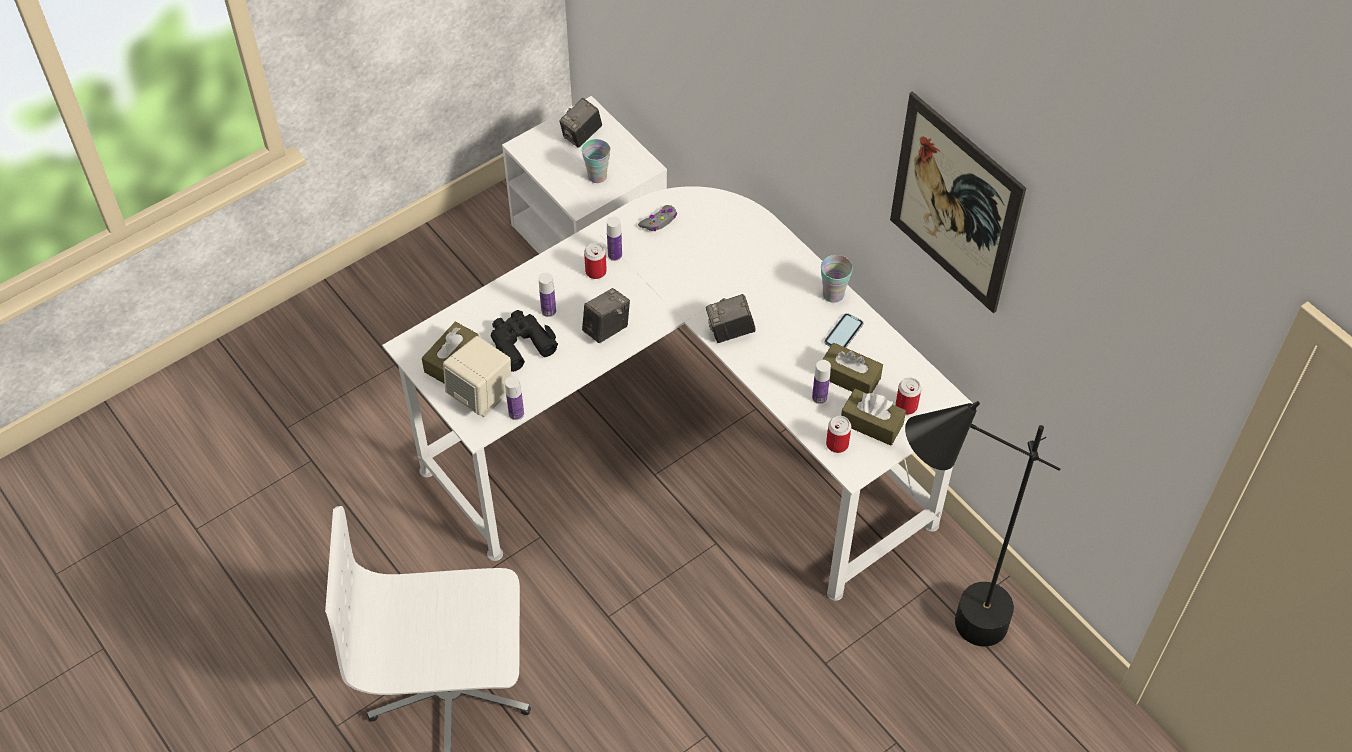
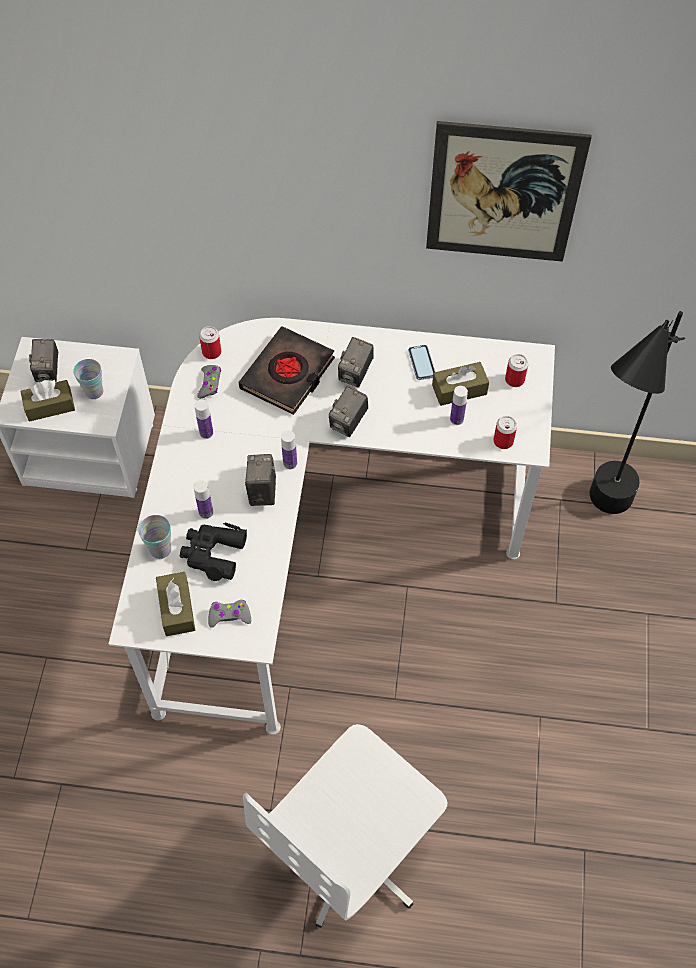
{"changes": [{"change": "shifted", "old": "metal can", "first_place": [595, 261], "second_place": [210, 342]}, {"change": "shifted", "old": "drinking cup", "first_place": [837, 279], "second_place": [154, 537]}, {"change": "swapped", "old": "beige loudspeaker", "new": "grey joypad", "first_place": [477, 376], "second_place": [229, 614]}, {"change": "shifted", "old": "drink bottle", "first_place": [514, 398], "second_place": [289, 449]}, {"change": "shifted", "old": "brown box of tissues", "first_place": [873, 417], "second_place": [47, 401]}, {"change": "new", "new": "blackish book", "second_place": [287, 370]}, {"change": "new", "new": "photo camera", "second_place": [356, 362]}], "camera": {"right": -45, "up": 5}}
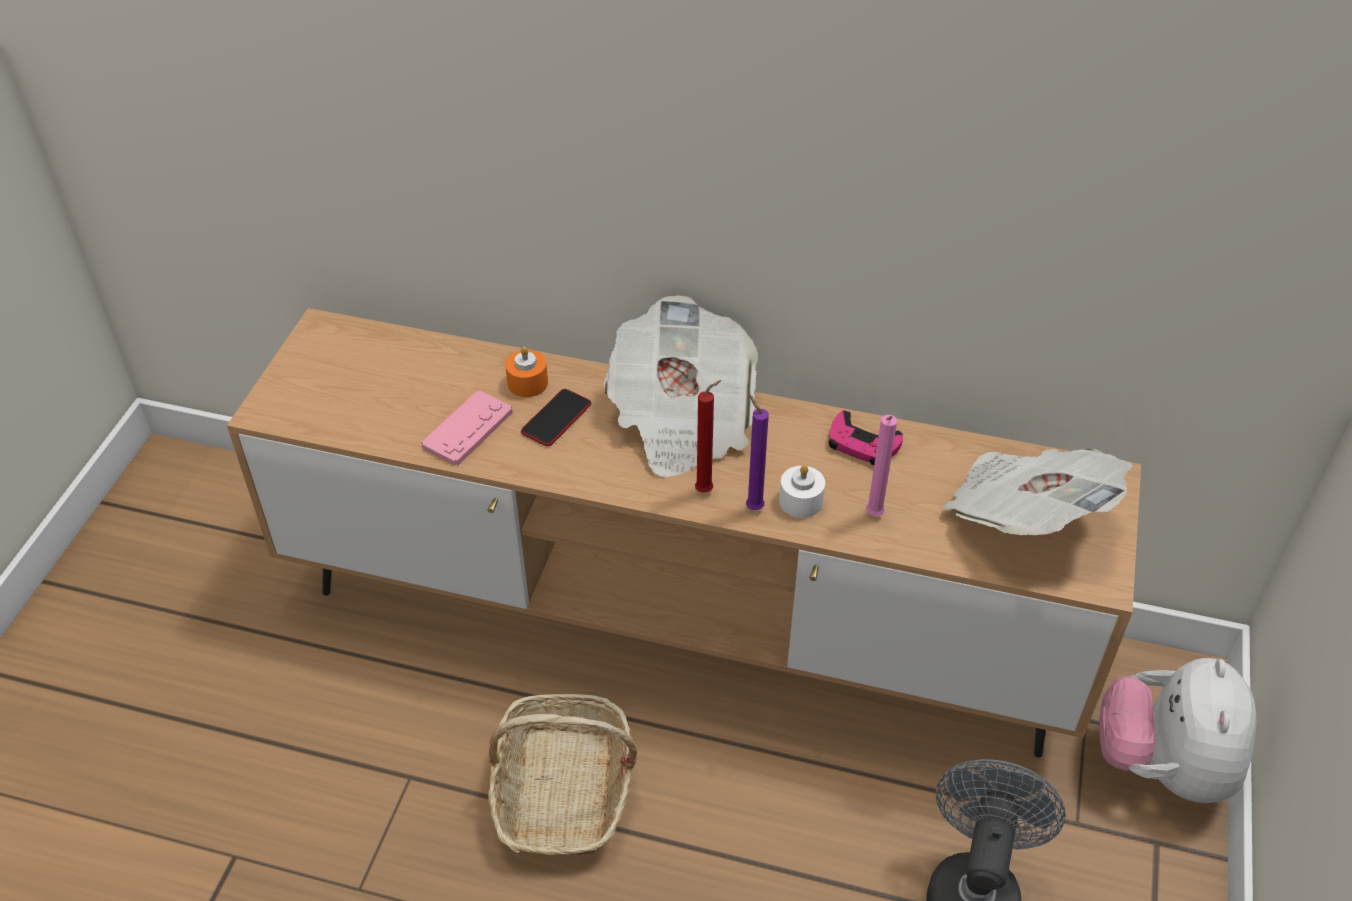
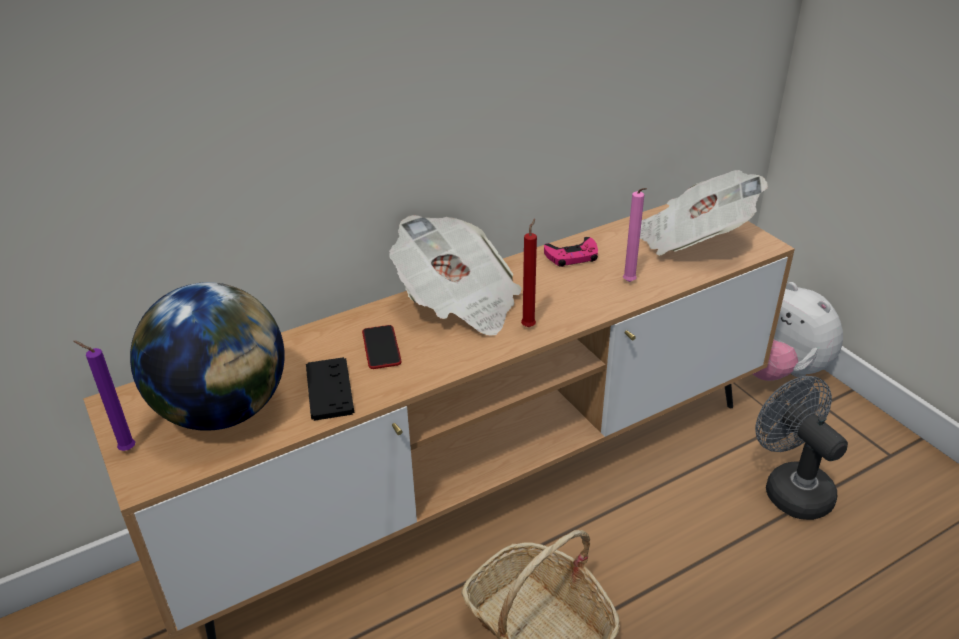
{"changes": [{"change": "gone", "old": "orange-coloured wax candle", "first_place": [526, 372]}, {"change": "repainted", "old": "pinkish joypad", "new": "blackish joypad", "first_place": [467, 428], "second_place": [330, 389]}, {"change": "shifted", "old": "purplish wax candle", "first_place": [757, 452], "second_place": [104, 396]}, {"change": "gone", "old": "white wax candle", "first_place": [802, 491]}, {"change": "new", "new": "desk globe", "second_place": [207, 356]}], "camera": {"right": -45, "up": -10}}
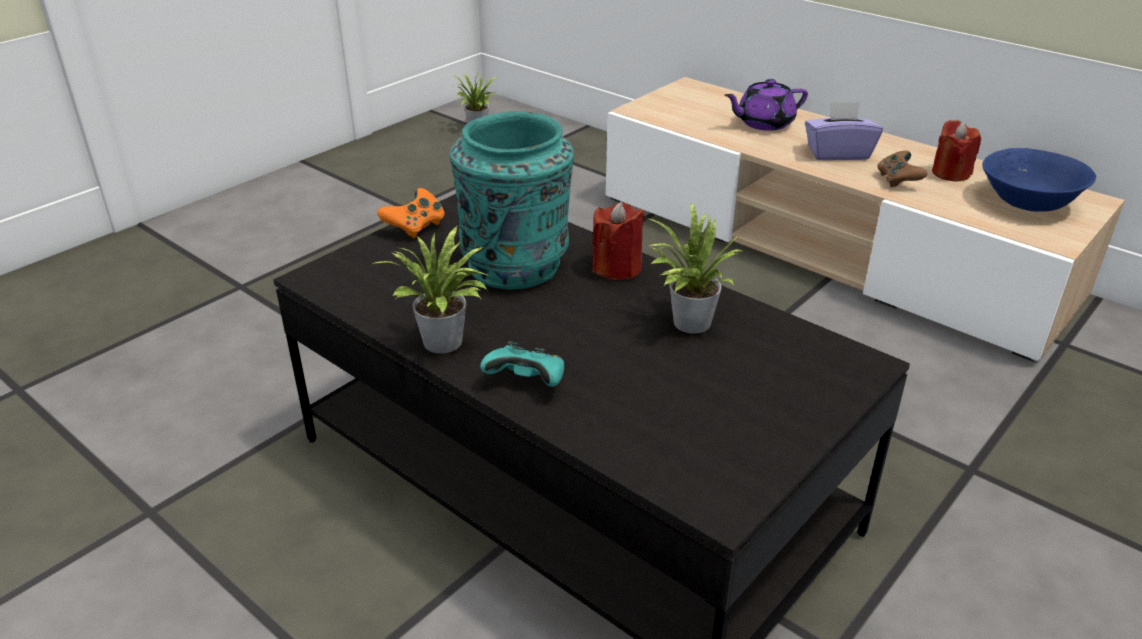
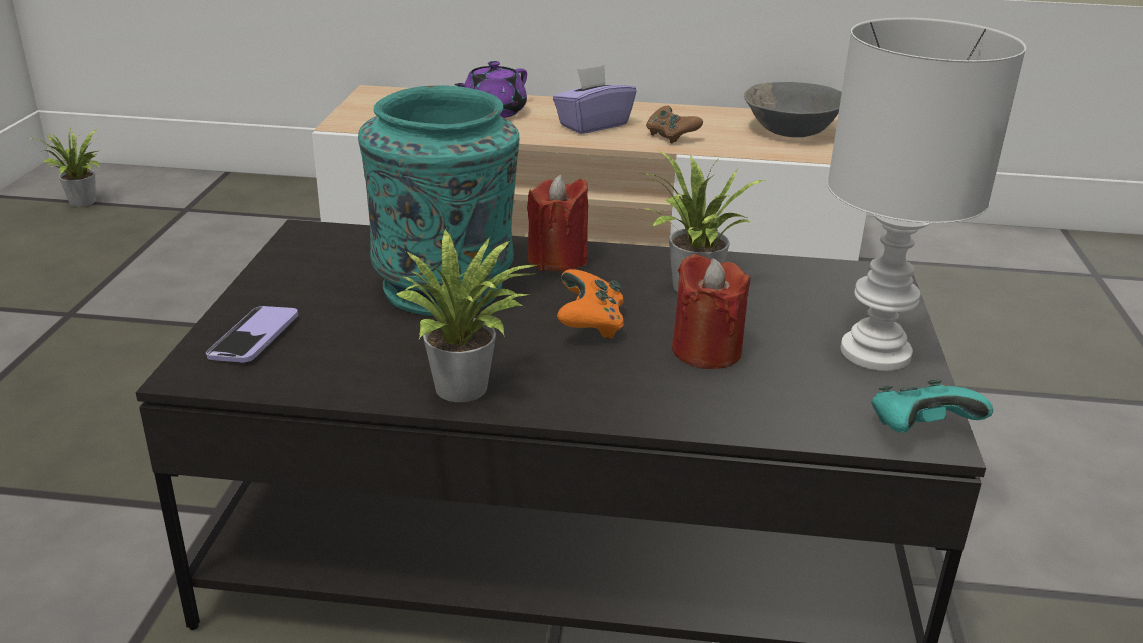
{"changes": [{"change": "shifted", "old": "red-coloured wax candle", "first_place": [956, 151], "second_place": [711, 311]}, {"change": "repainted", "old": "bluish deep dish", "new": "grey deep dish", "first_place": [1039, 179], "second_place": [793, 109]}, {"change": "shifted", "old": "orange-coloured joypad", "first_place": [411, 213], "second_place": [590, 304]}, {"change": "shifted", "old": "blue-green joypad", "first_place": [522, 364], "second_place": [932, 406]}, {"change": "new", "new": "white tabletop lamp", "second_place": [926, 194]}, {"change": "new", "new": "phone", "second_place": [252, 334]}], "camera": {"right": -35, "up": -5}}
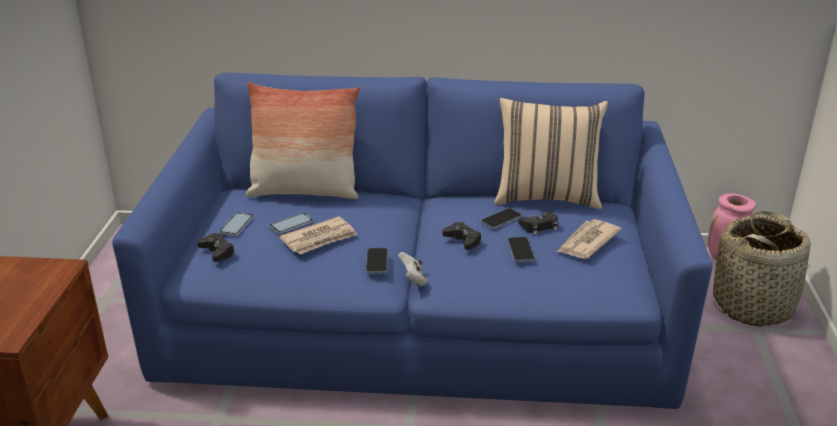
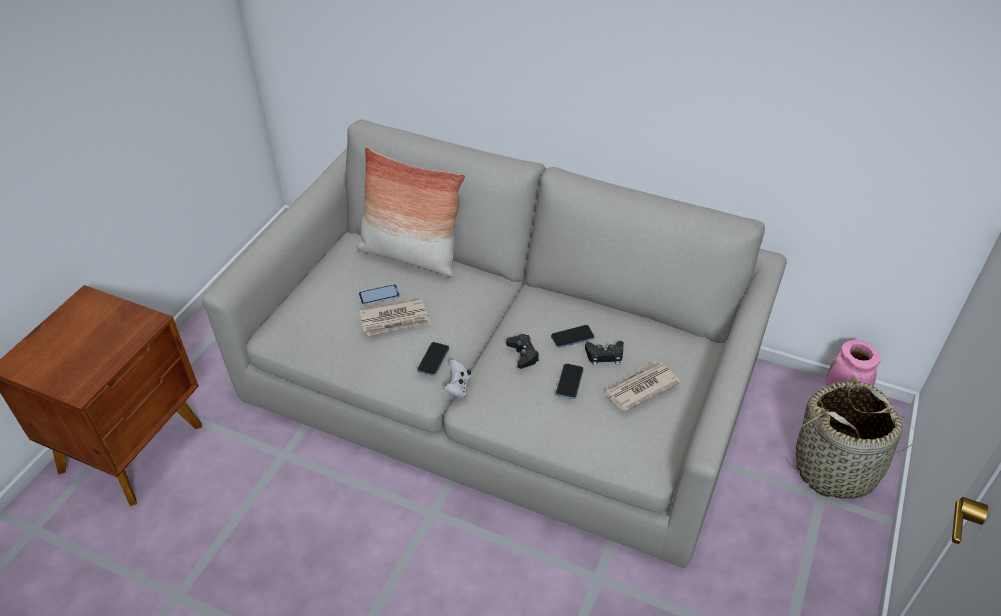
{"changes": [{"change": "repainted", "old": "bluish sofa", "new": "grey sofa", "first_place": [412, 241], "second_place": [494, 344]}, {"change": "gone", "old": "beige throw pillow", "first_place": [551, 153]}, {"change": "gone", "old": "phone", "first_place": [236, 224]}, {"change": "gone", "old": "blackish joypad", "first_place": [216, 247]}], "camera": {"right": 20, "up": 15}}
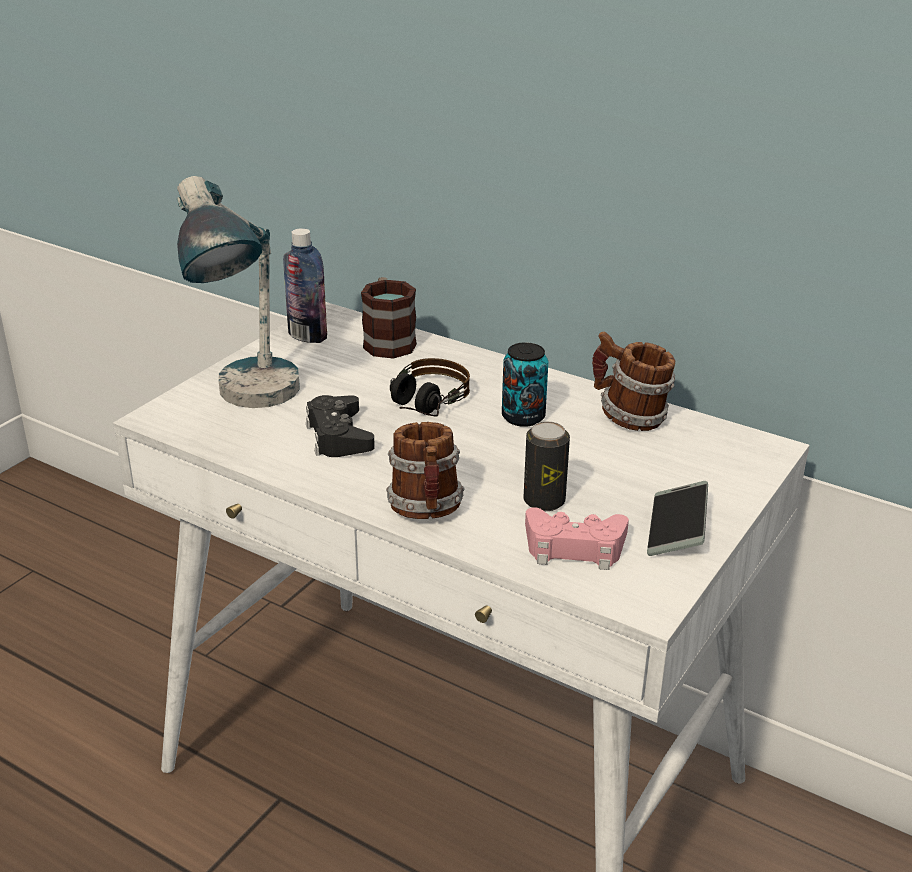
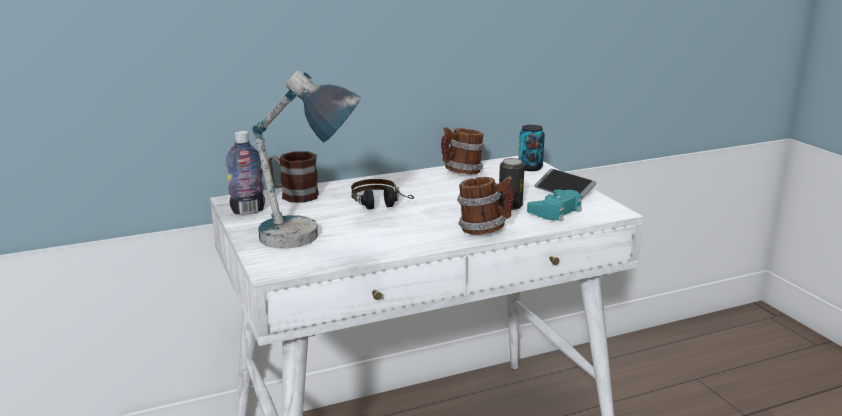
{"changes": [{"change": "shifted", "old": "metal can", "first_place": [525, 384], "second_place": [531, 148]}, {"change": "gone", "old": "blackish joypad", "first_place": [340, 426]}, {"change": "repainted", "old": "pinkish joypad", "new": "blue-green joypad", "first_place": [577, 538], "second_place": [554, 206]}], "camera": {"right": -55, "up": -10}}
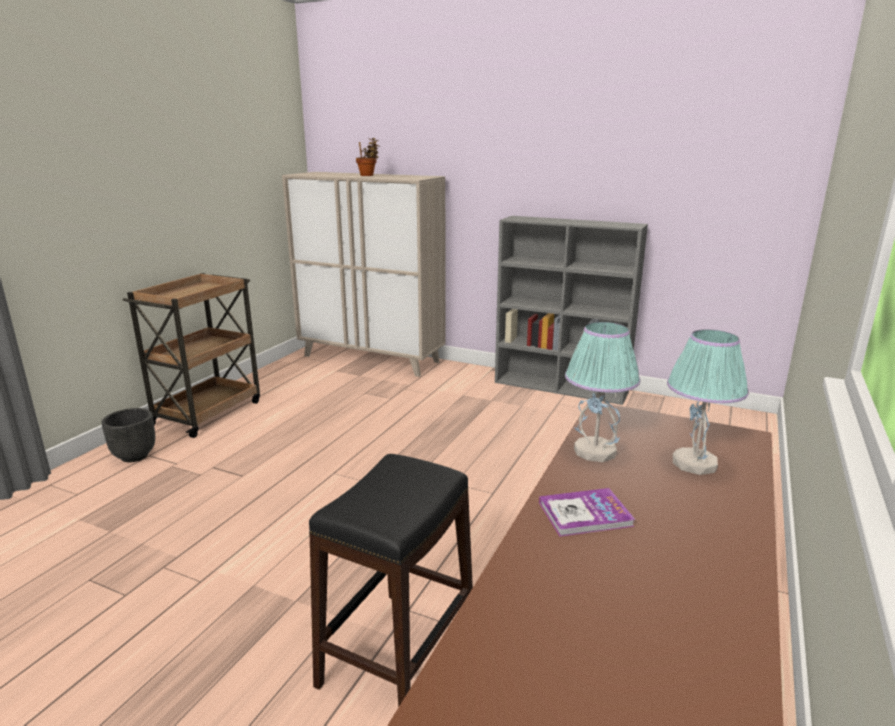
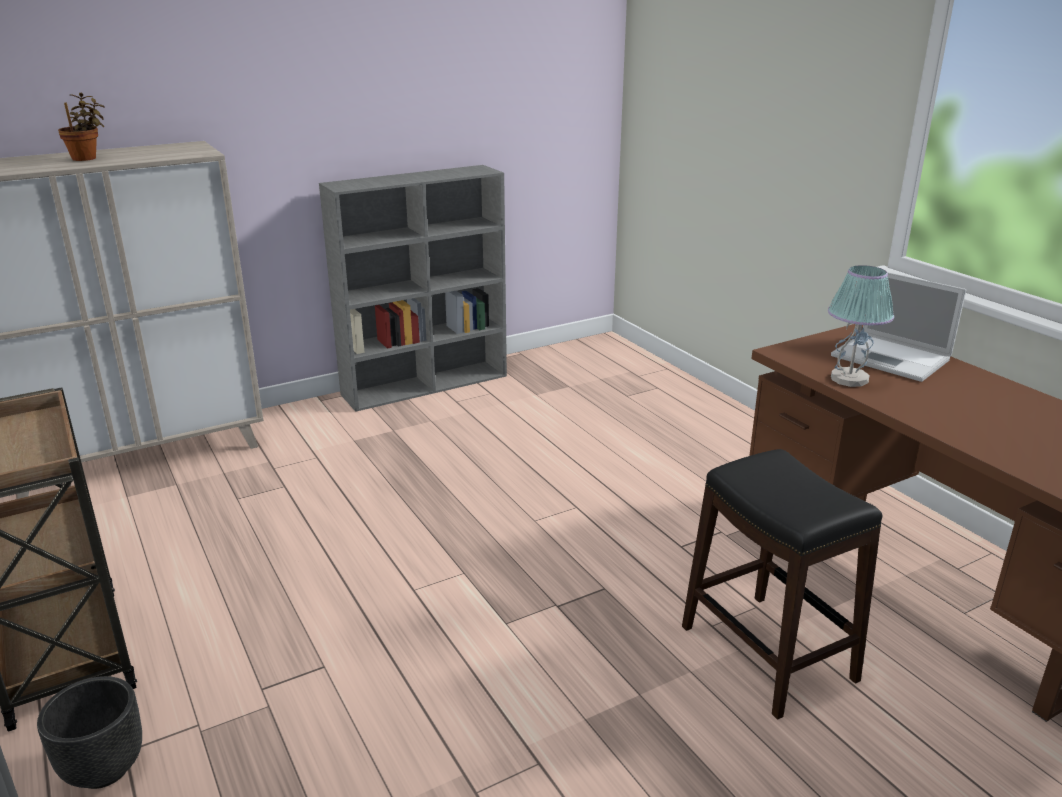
{"changes": [{"change": "swapped", "old": "tabletop lamp", "new": "notebook computer", "first_place": [708, 402], "second_place": [898, 327]}, {"change": "gone", "old": "book", "first_place": [587, 512]}], "camera": {"right": -55, "up": 5}}
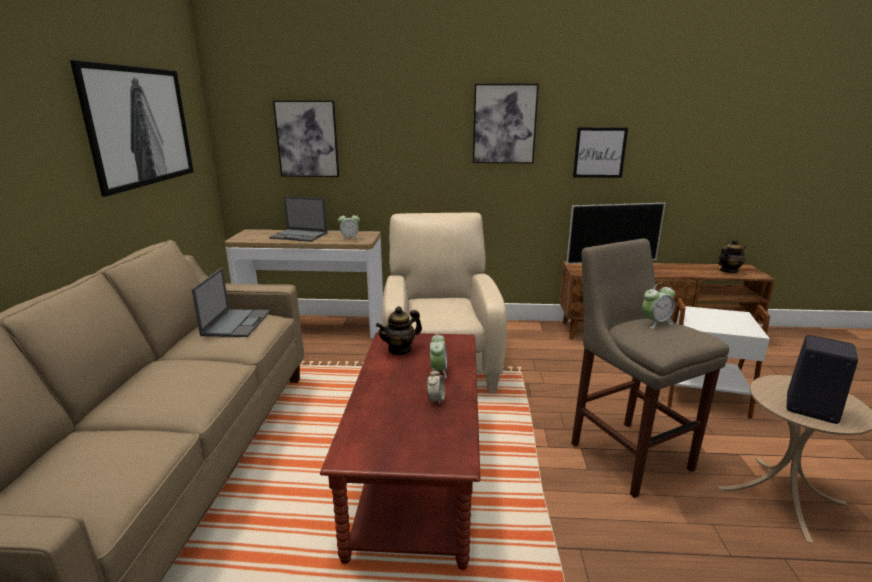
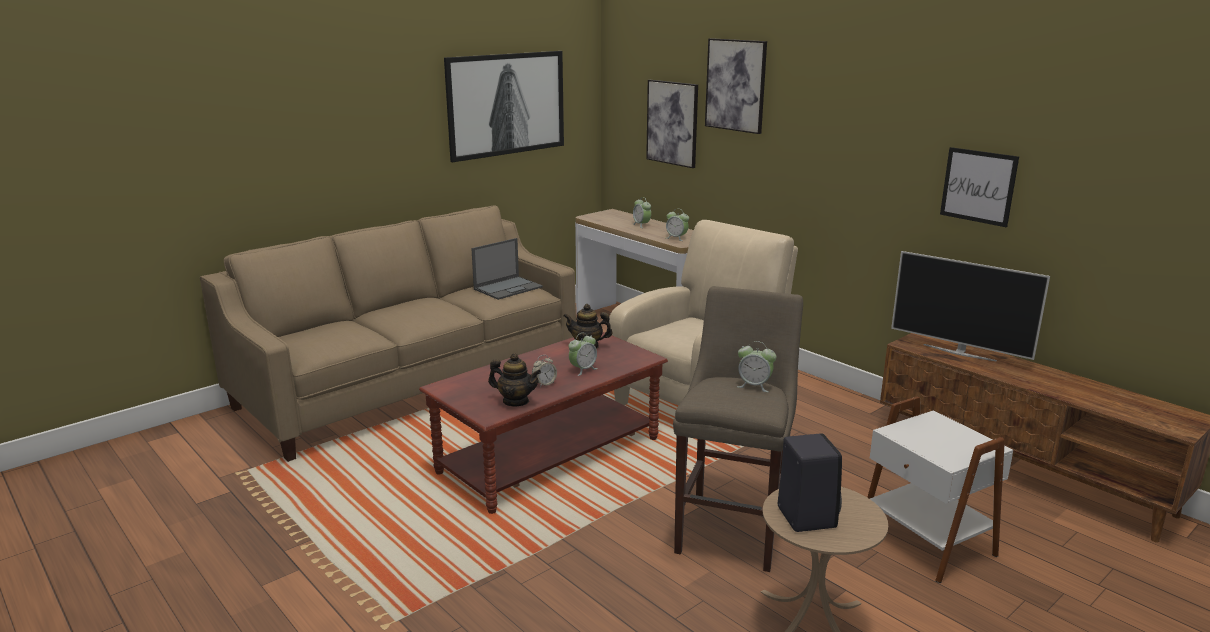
{"changes": [{"change": "shifted", "old": "picture", "first_place": [506, 123], "second_place": [736, 86]}, {"change": "swapped", "old": "notebook computer", "new": "bedside clock", "first_place": [298, 219], "second_place": [642, 212]}, {"change": "shifted", "old": "tea pot", "first_place": [732, 256], "second_place": [514, 379]}], "camera": {"right": 45, "up": 0}}
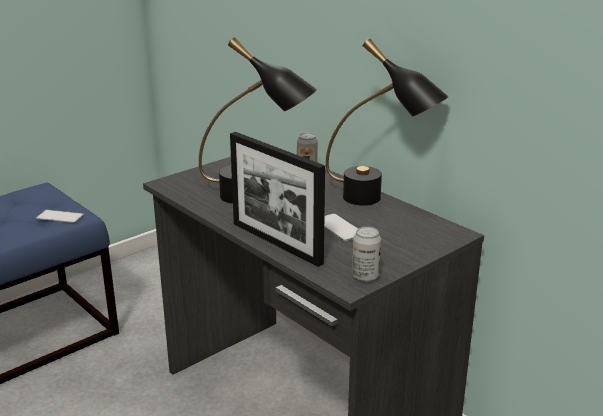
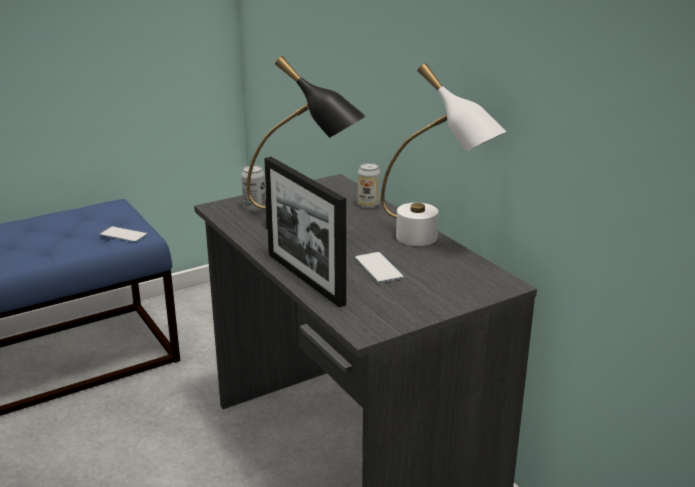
{"changes": [{"change": "repainted", "old": "blackish tabletop lamp", "new": "white tabletop lamp", "first_place": [387, 122], "second_place": [444, 154]}, {"change": "shifted", "old": "metal can", "first_place": [366, 254], "second_place": [253, 188]}], "camera": {"right": 10, "up": 0}}
